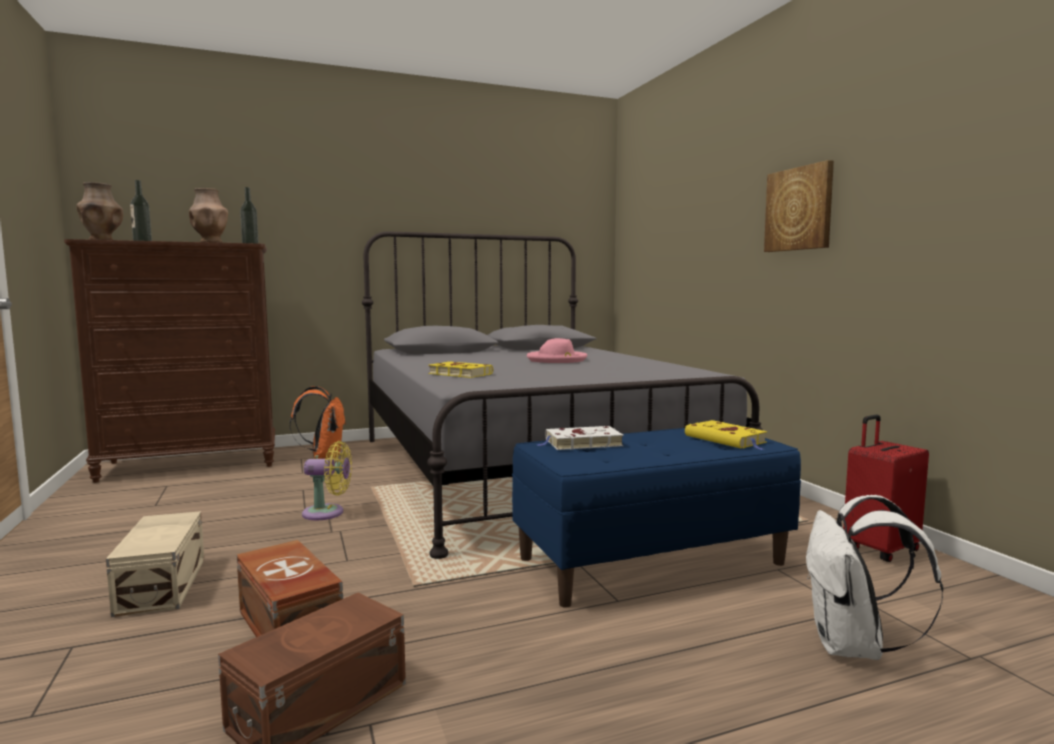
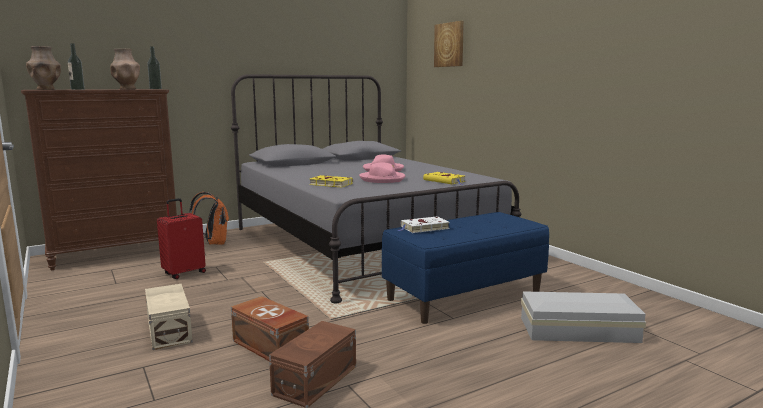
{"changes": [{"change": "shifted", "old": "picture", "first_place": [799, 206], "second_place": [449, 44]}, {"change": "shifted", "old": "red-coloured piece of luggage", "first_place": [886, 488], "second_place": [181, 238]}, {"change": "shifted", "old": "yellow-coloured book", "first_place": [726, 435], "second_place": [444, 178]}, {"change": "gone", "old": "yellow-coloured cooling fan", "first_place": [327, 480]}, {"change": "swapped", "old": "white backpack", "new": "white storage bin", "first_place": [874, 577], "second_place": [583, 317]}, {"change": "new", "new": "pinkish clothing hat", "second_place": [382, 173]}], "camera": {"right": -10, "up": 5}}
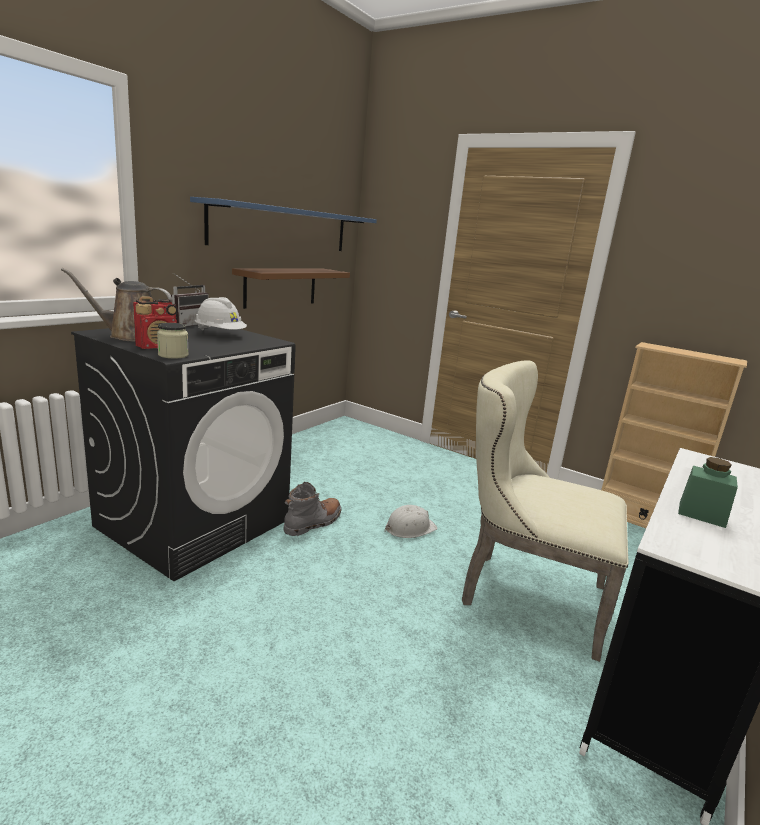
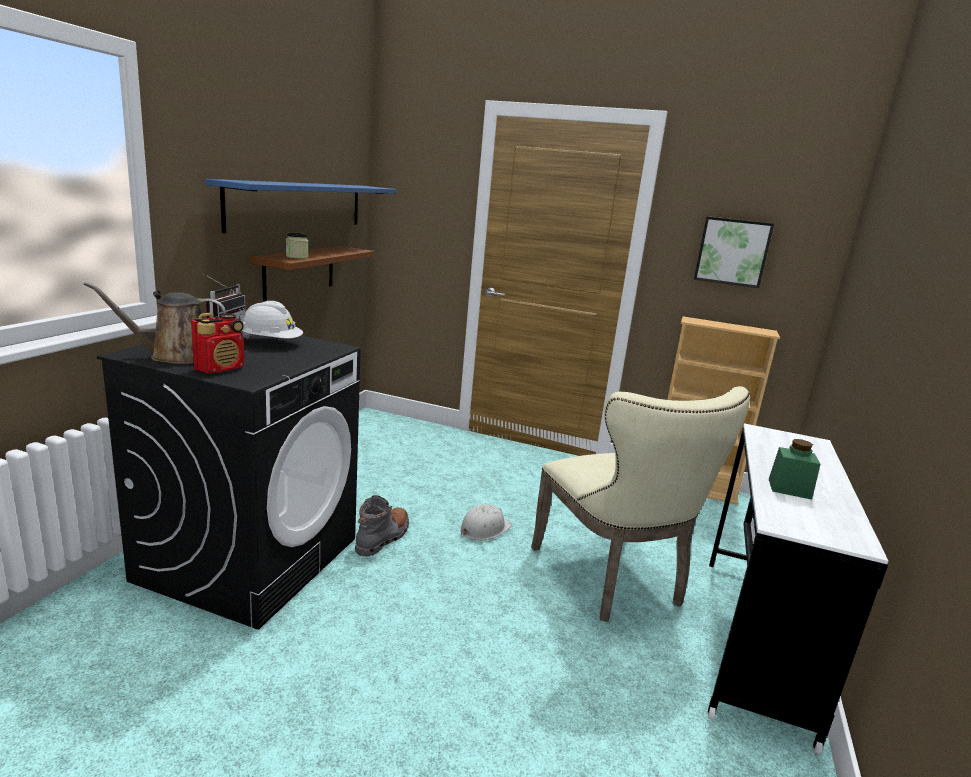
{"changes": [{"change": "shifted", "old": "storage jar", "first_place": [173, 341], "second_place": [297, 246]}, {"change": "rotated", "old": "beige chair", "first_place": [545, 511], "second_place": [640, 504], "degrees": -120}, {"change": "new", "new": "picture", "second_place": [734, 252]}], "camera": {"right": -15, "up": 0}}
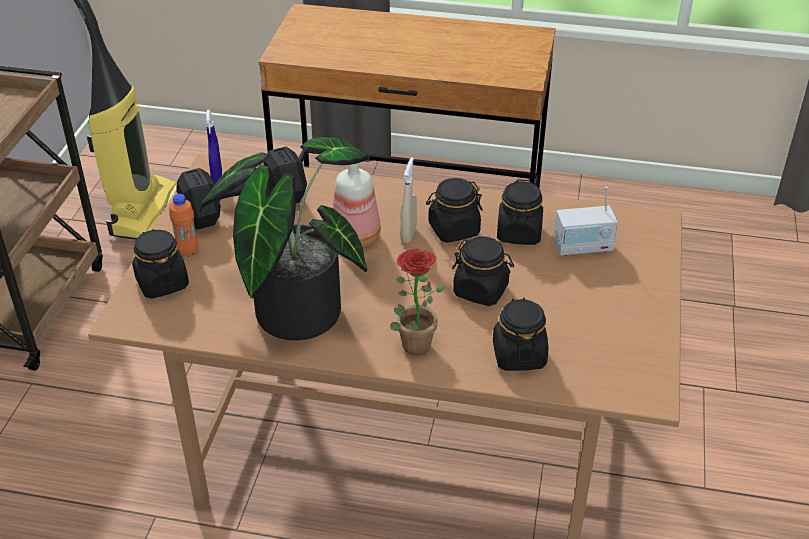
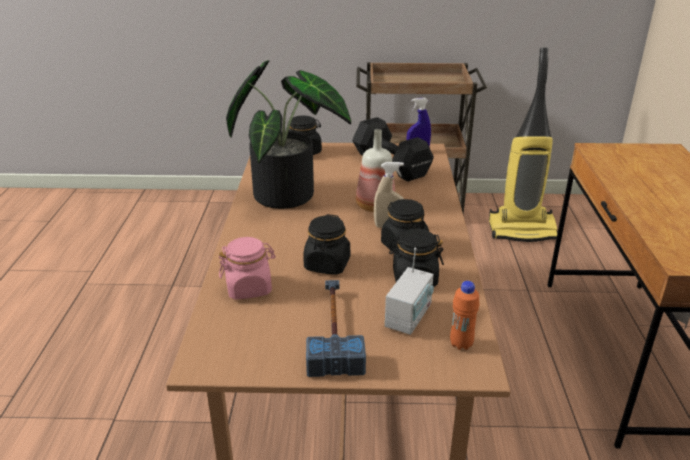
{"changes": [{"change": "rotated", "old": "radio receiver", "first_place": [585, 221], "second_place": [409, 291], "degrees": -135}, {"change": "shifted", "old": "orange-coloured drink bottle", "first_place": [183, 225], "second_place": [465, 315]}, {"change": "gone", "old": "plant in a pot", "first_place": [417, 301]}, {"change": "repainted", "old": "blackish storage jar", "new": "pinkish storage jar", "first_place": [520, 334], "second_place": [247, 268]}, {"change": "new", "new": "hammer", "second_place": [336, 328]}], "camera": {"right": 80, "up": -10}}
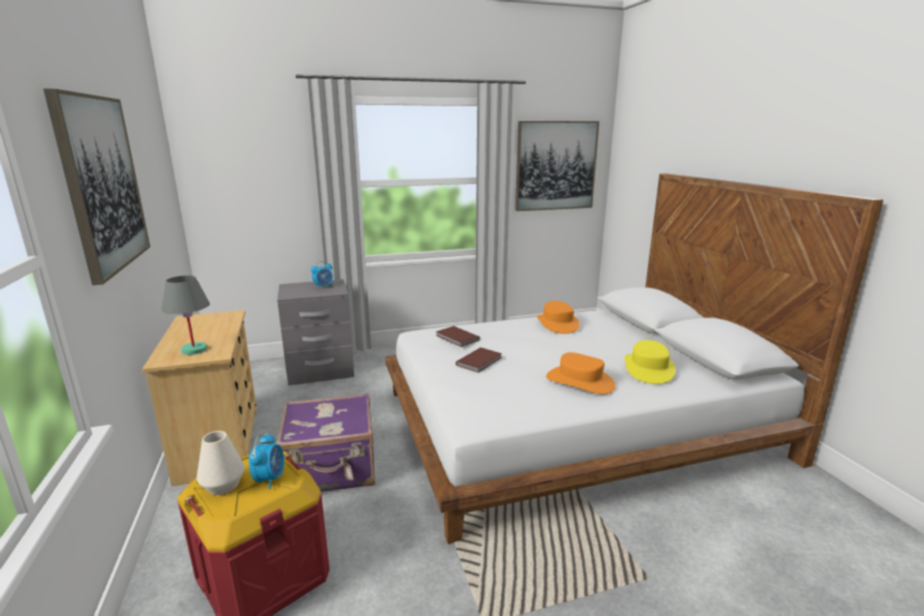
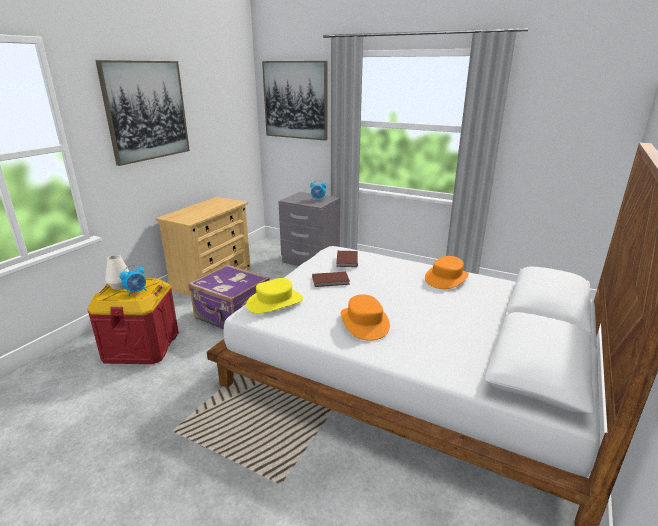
{"changes": [{"change": "shifted", "old": "picture", "first_place": [557, 166], "second_place": [295, 101]}, {"change": "gone", "old": "grey tabletop lamp", "first_place": [186, 315]}, {"change": "shifted", "old": "yellow-coloured clothing hat", "first_place": [650, 362], "second_place": [274, 296]}], "camera": {"right": 45, "up": 5}}
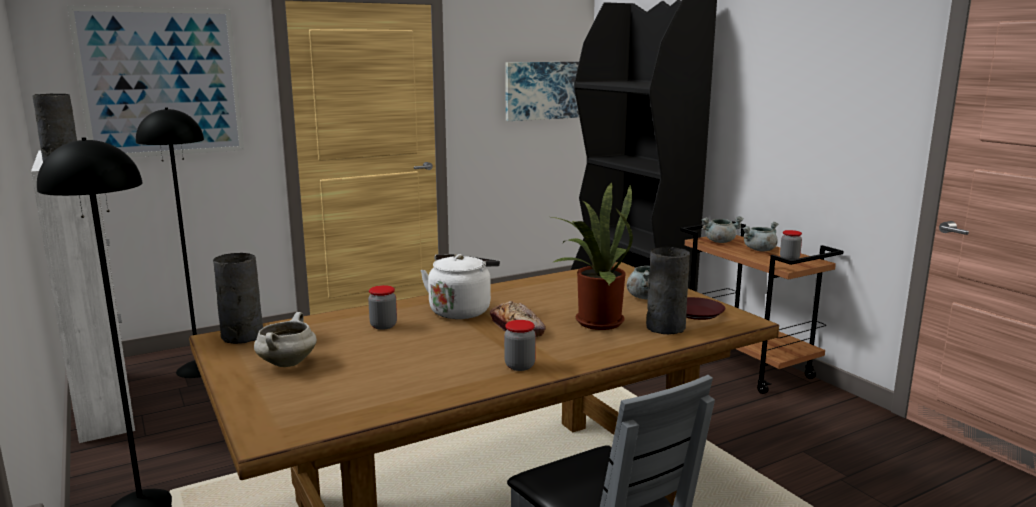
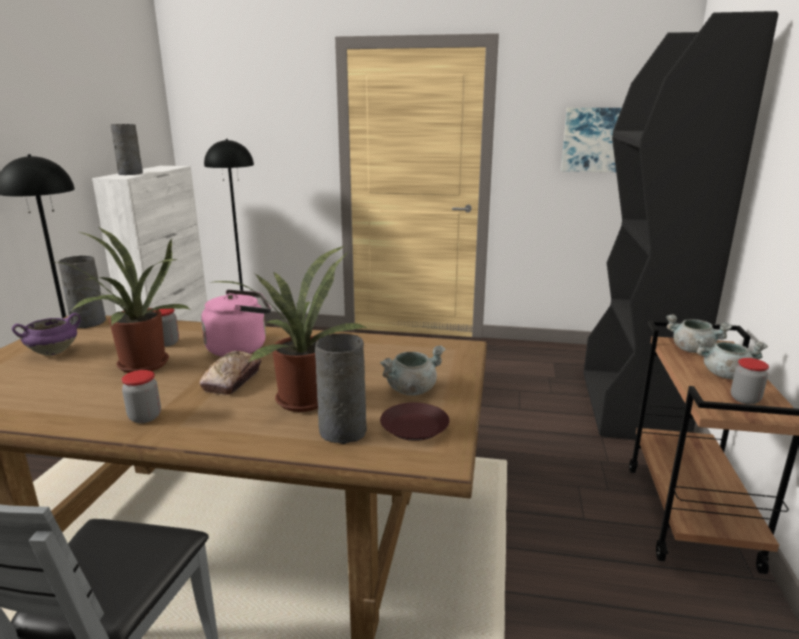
{"changes": [{"change": "gone", "old": "picture", "first_place": [155, 81]}, {"change": "repainted", "old": "white water kettle", "new": "pinkish water kettle", "first_place": [460, 286], "second_place": [236, 323]}, {"change": "repainted", "old": "white stockpot", "new": "purplish stockpot", "first_place": [285, 339], "second_place": [46, 334]}, {"change": "new", "new": "plant in a pot", "second_place": [123, 300]}], "camera": {"right": 40, "up": 5}}
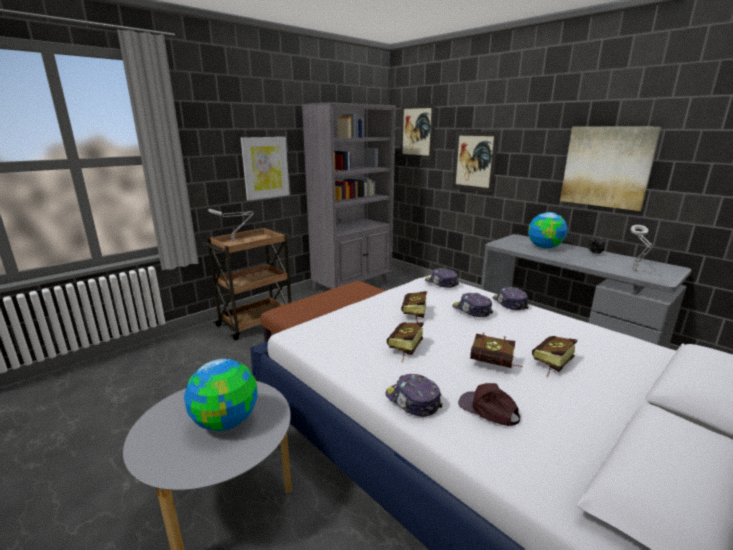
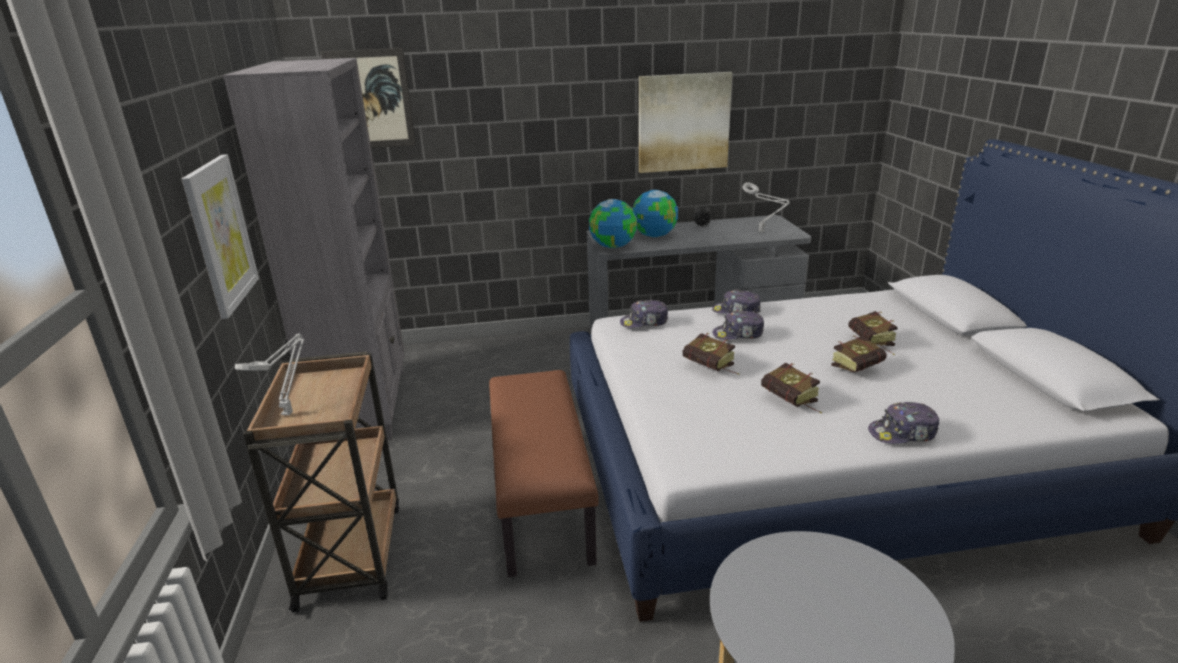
{"changes": [{"change": "gone", "old": "picture", "first_place": [475, 162]}, {"change": "shifted", "old": "desk globe", "first_place": [221, 395], "second_place": [613, 223]}, {"change": "gone", "old": "brown cap", "first_place": [489, 404]}], "camera": {"right": -55, "up": 5}}
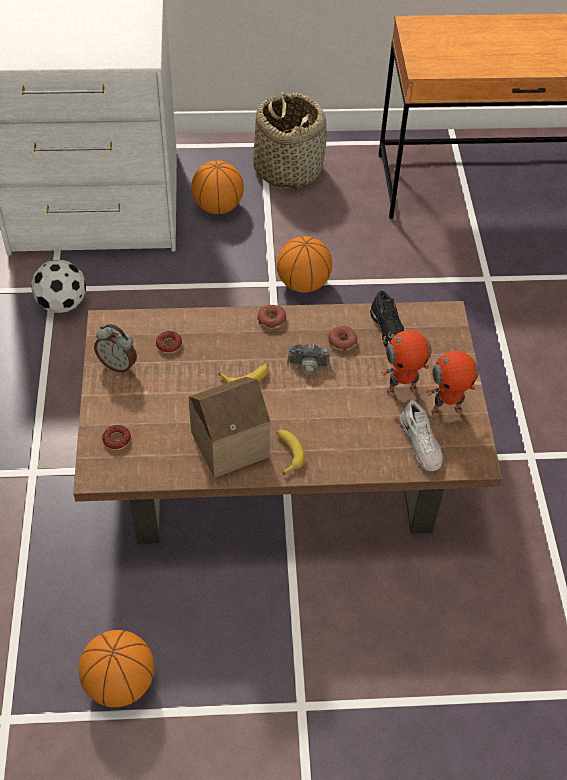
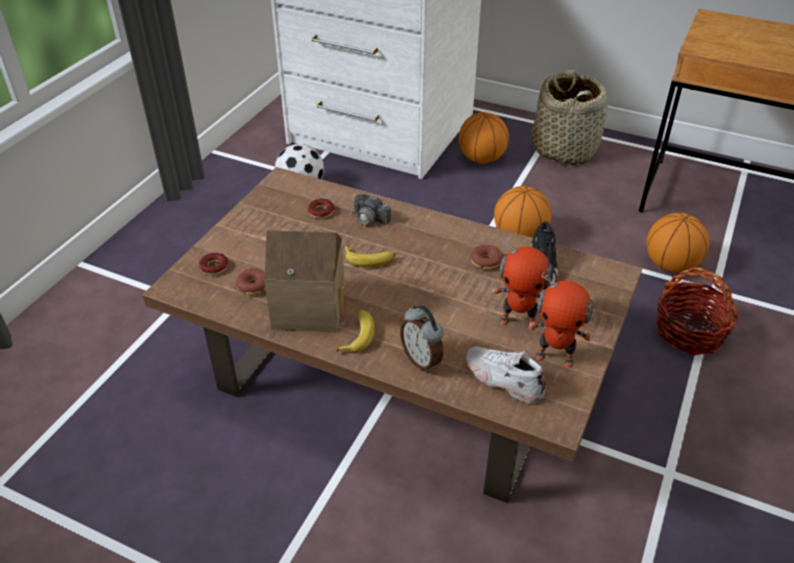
{"changes": [{"change": "shifted", "old": "doughnut", "first_place": [271, 317], "second_place": [250, 281]}, {"change": "shifted", "old": "bedside clock", "first_place": [115, 348], "second_place": [421, 338]}, {"change": "shifted", "old": "photo camera", "first_place": [312, 360], "second_place": [370, 214]}, {"change": "rotated", "old": "white shoe", "first_place": [420, 435], "second_place": [506, 374], "degrees": 120}, {"change": "shifted", "old": "basketball ball", "first_place": [116, 668], "second_place": [678, 243]}, {"change": "new", "new": "storage basket", "second_place": [698, 311]}], "camera": {"right": 30, "up": -10}}
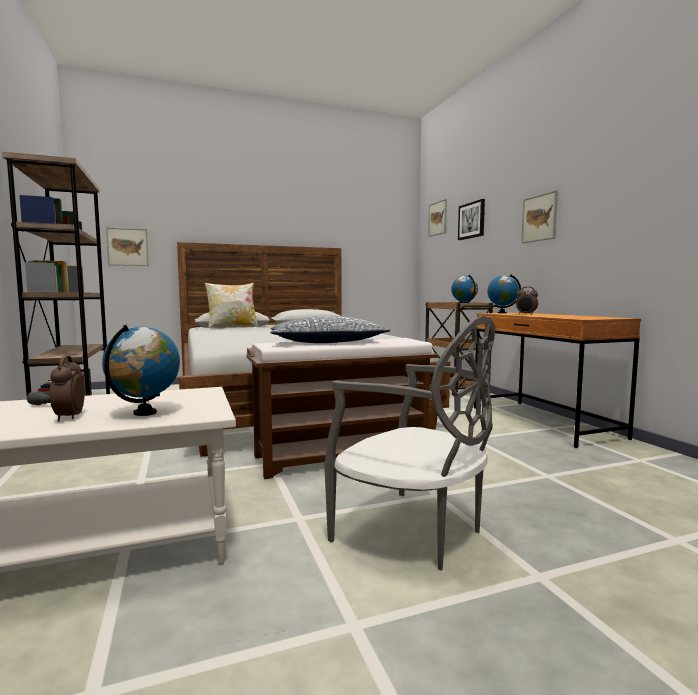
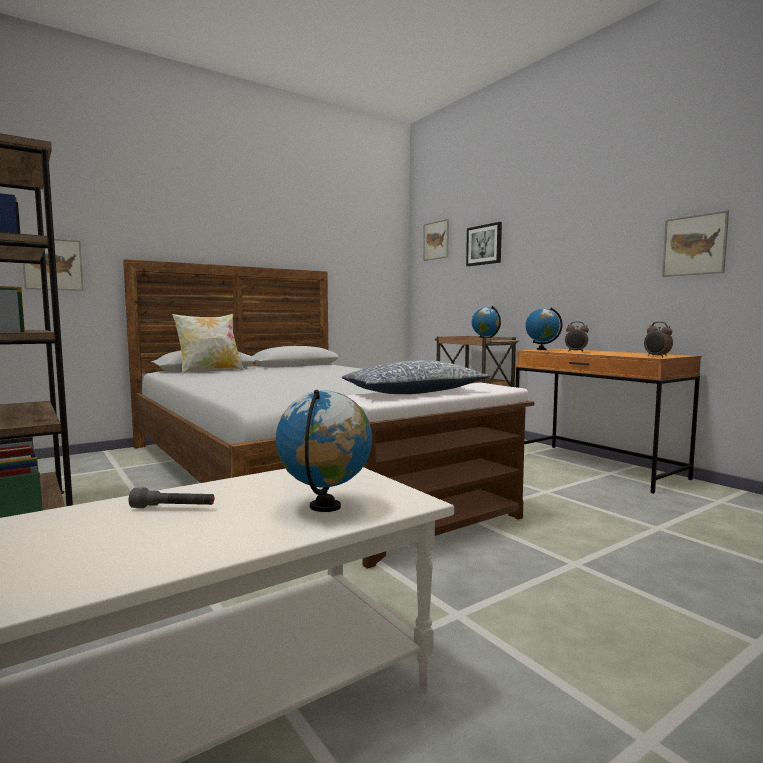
{"changes": [{"change": "shifted", "old": "picture", "first_place": [539, 216], "second_place": [695, 243]}, {"change": "gone", "old": "grey chair", "first_place": [410, 443]}, {"change": "shifted", "old": "bedside clock", "first_place": [67, 389], "second_place": [658, 339]}], "camera": {"right": -15, "up": 0}}
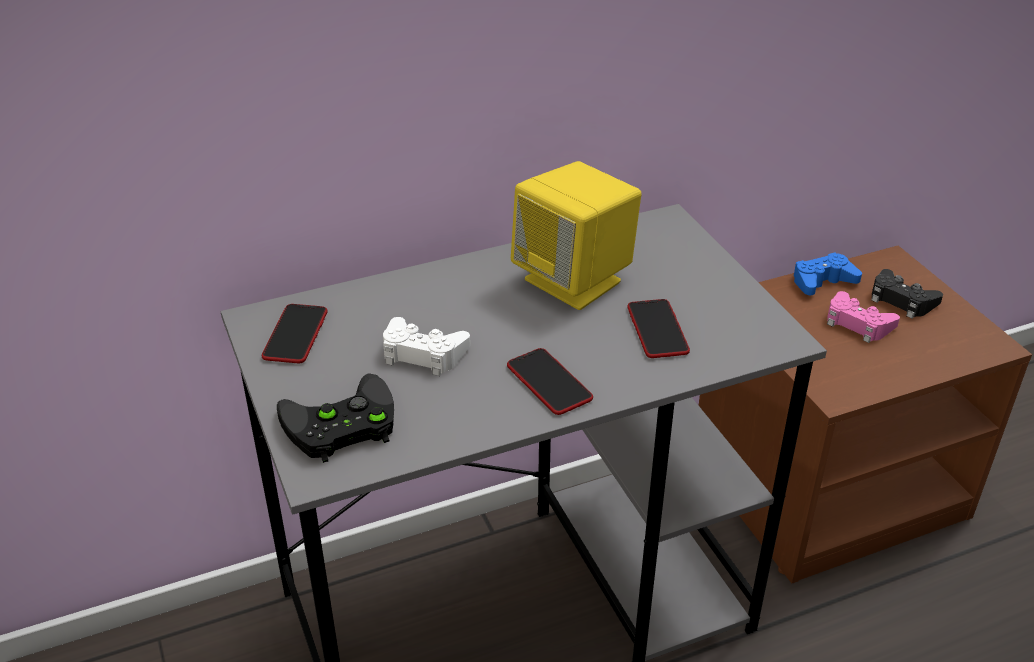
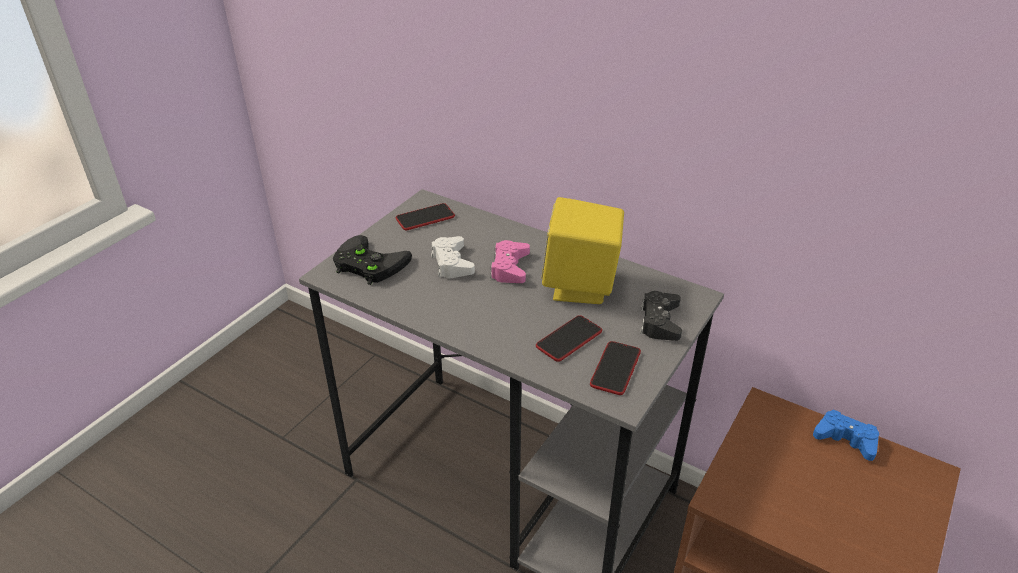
{"changes": [{"change": "shifted", "old": "blackish joypad", "first_place": [907, 294], "second_place": [661, 316]}, {"change": "shifted", "old": "pinkish joypad", "first_place": [863, 317], "second_place": [510, 261]}, {"change": "shifted", "old": "phone", "first_place": [550, 381], "second_place": [615, 368]}], "camera": {"right": 55, "up": 0}}
